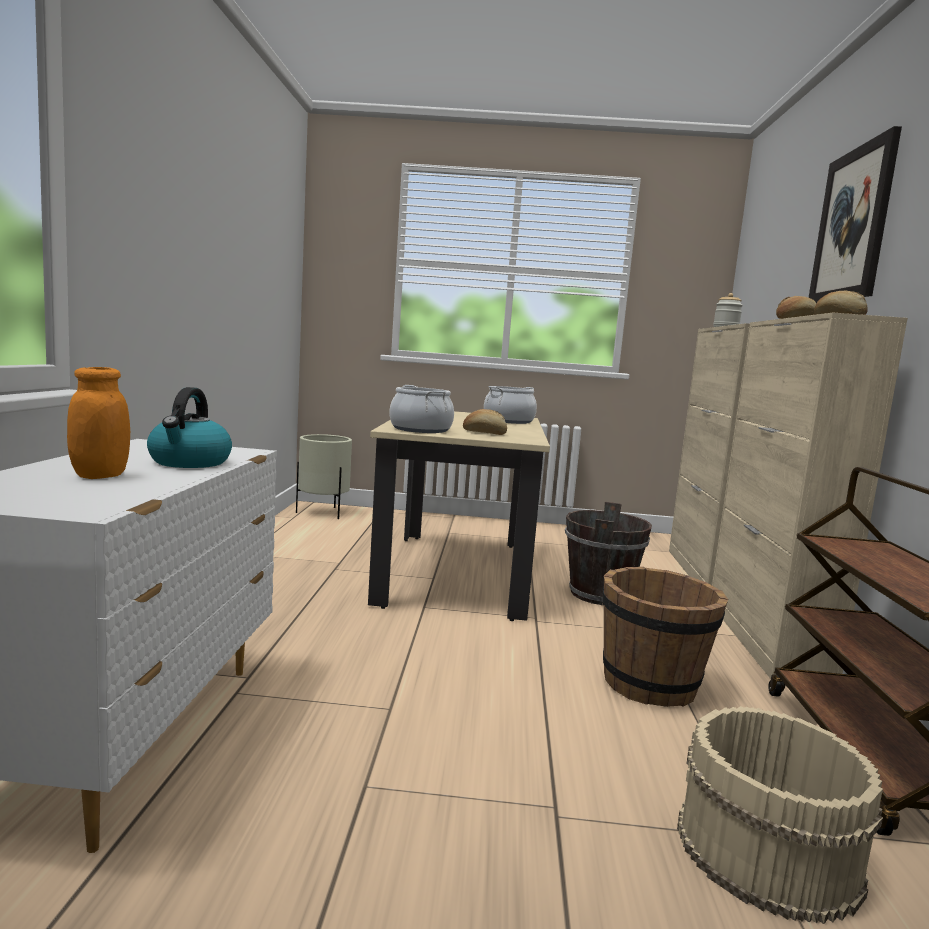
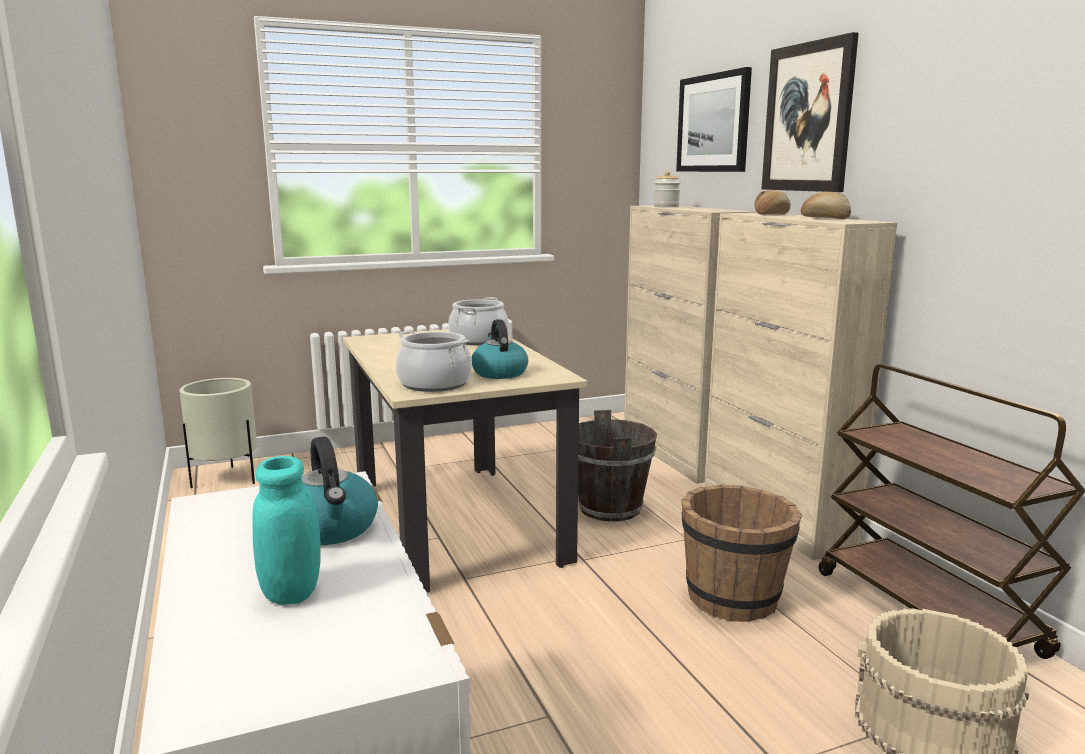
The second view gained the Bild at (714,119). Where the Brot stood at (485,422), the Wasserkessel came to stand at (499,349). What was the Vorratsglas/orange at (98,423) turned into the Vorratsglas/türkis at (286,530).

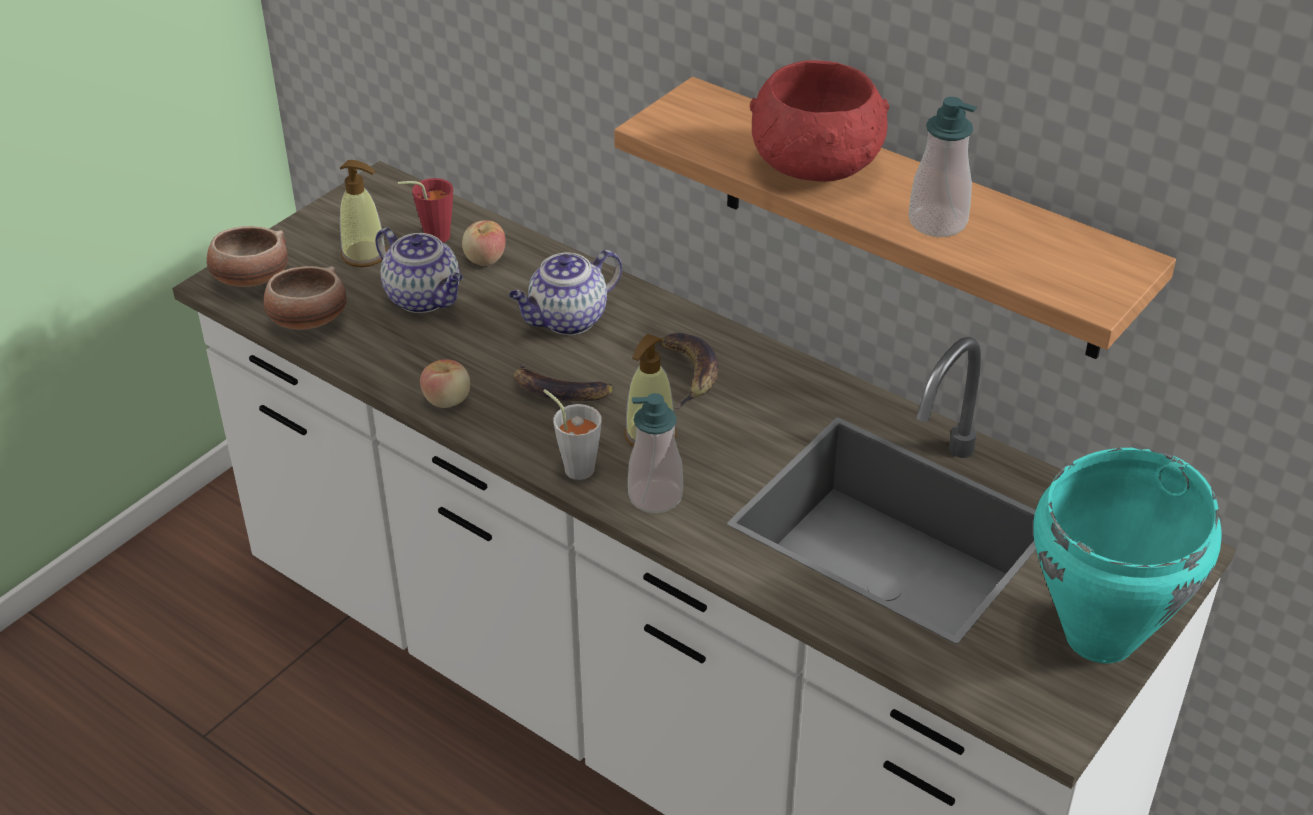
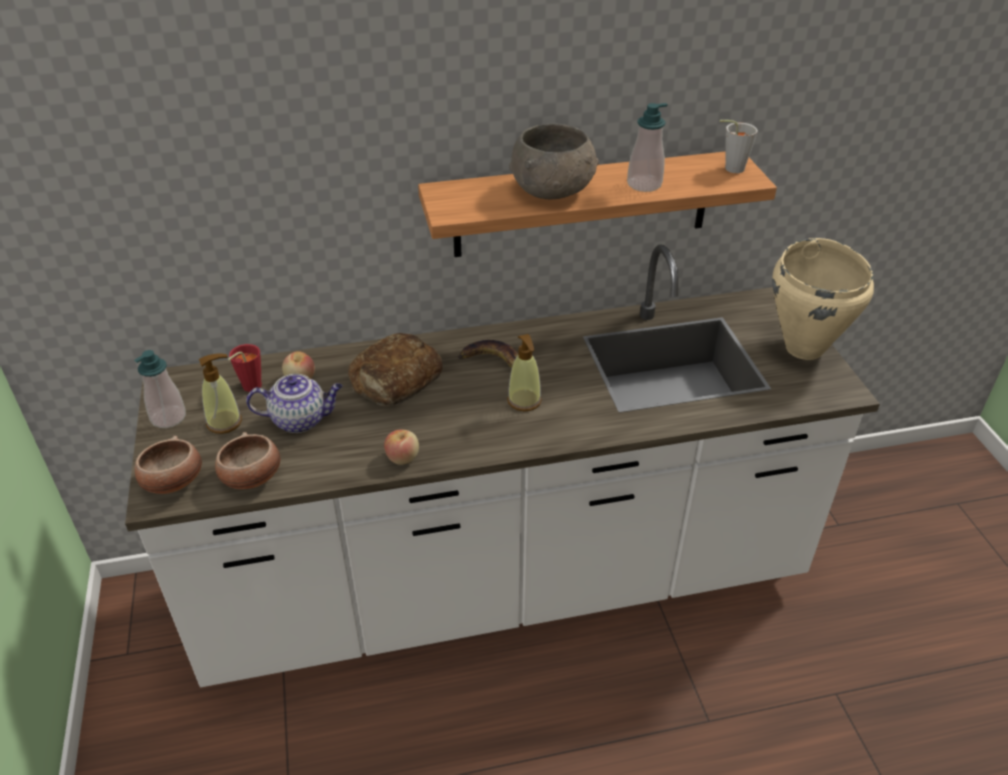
The second view lost the Banane at (563,381). The Tasse/grau ended up elsewhere, having gone from (572,434) to (739,146). The Seifenspender ended up elsewhere, having gone from (655,453) to (160,389). Where the Teekanne stood at (565,292), the Brot came to stand at (395,369). What was the Schüssel/rot at (819,121) turned into the Schüssel/grau at (554,162). What was the Kochtopf/türkis at (1127,556) turned into the Kochtopf/beige at (823,299).

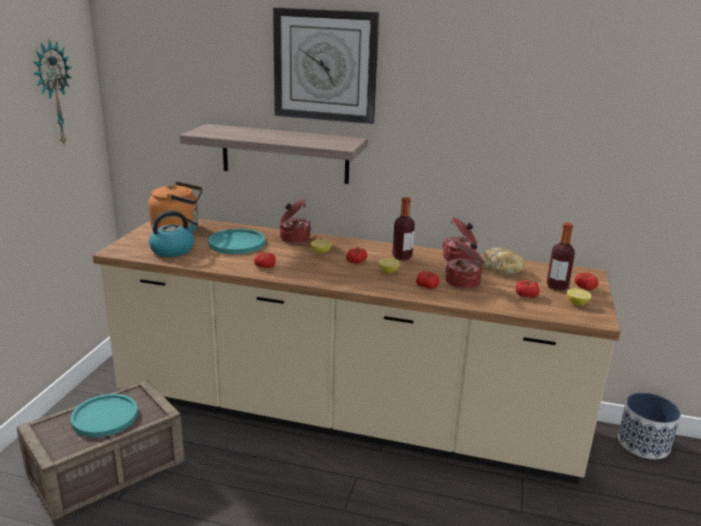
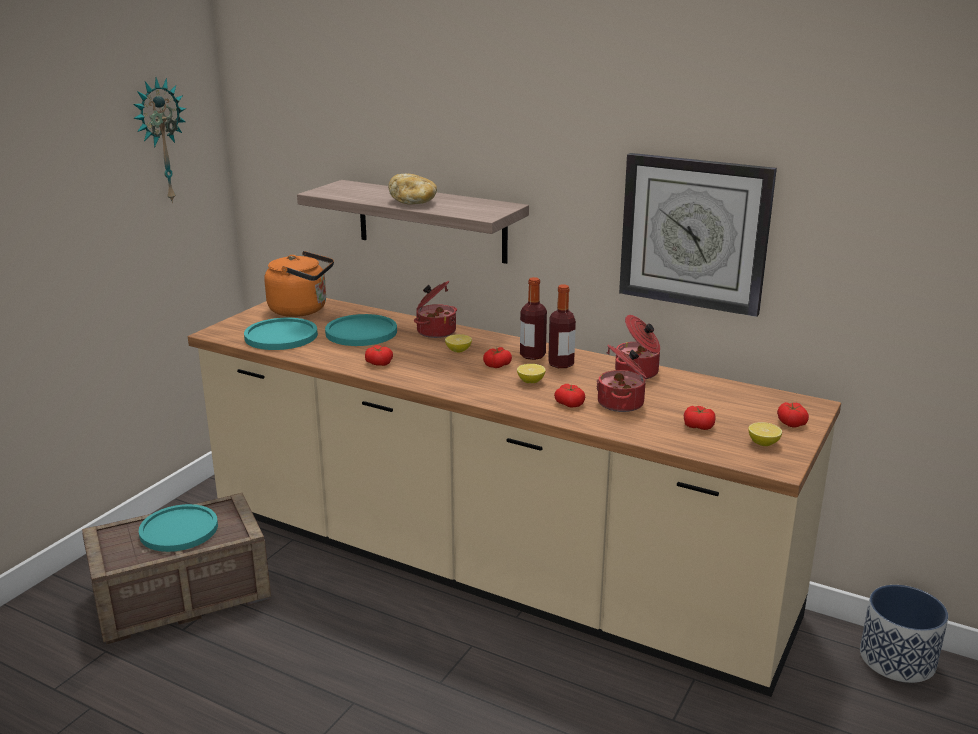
The Wanduhr ended up elsewhere, having gone from (326,65) to (698,235). The Brot ended up elsewhere, having gone from (504,261) to (412,189). The Flasche ended up elsewhere, having gone from (561,256) to (533,318). Where the Wasserkessel stood at (173,234), the Teller/türkis came to stand at (281,334).

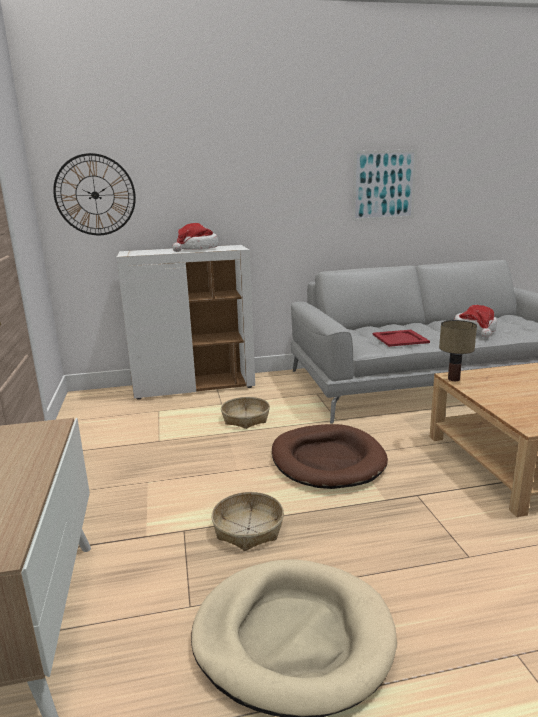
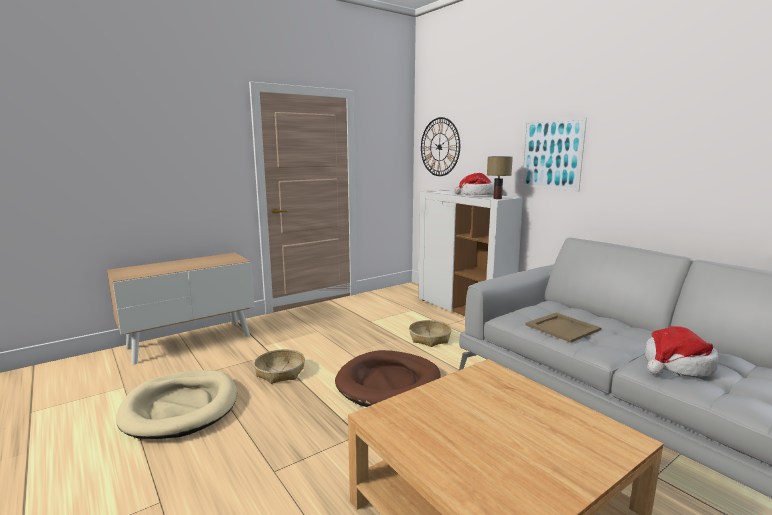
The Bild ended up elsewhere, having gone from (384,185) to (553,154). The Tischlampe ended up elsewhere, having gone from (458,350) to (500,177). What was the Tablett/rot at (401,338) turned into the Tablett/beige at (563,328).

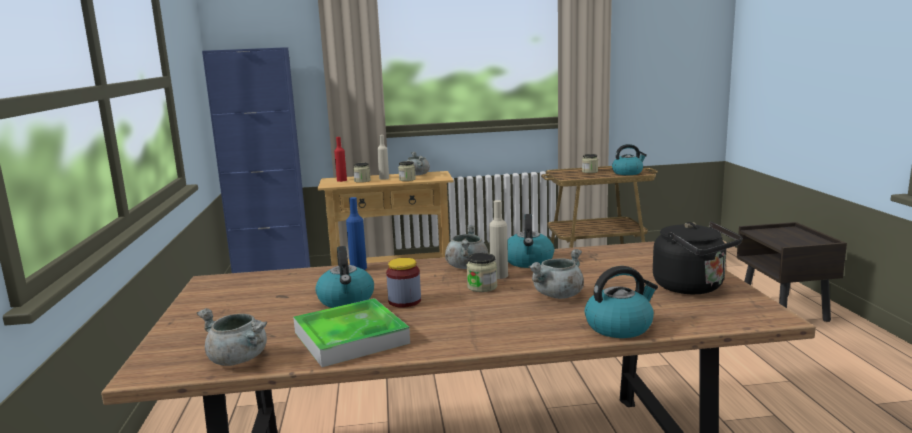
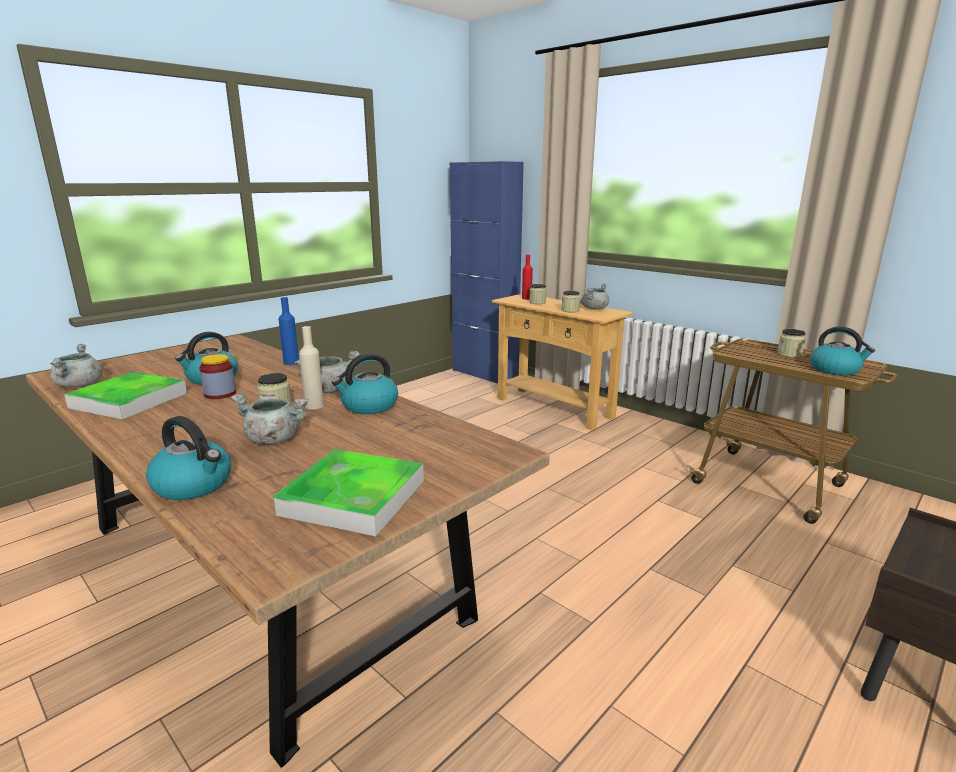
The second view lost the Flasche/beige at (383,157). Where the Wasserkessel/schwarz stood at (697,257), the Tablett came to stand at (348,492).

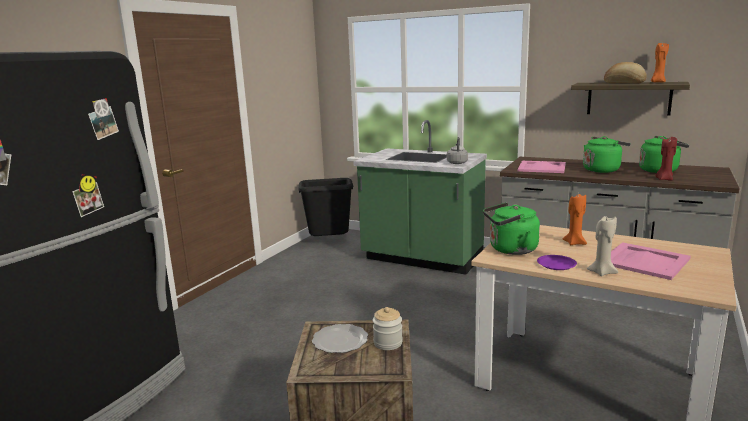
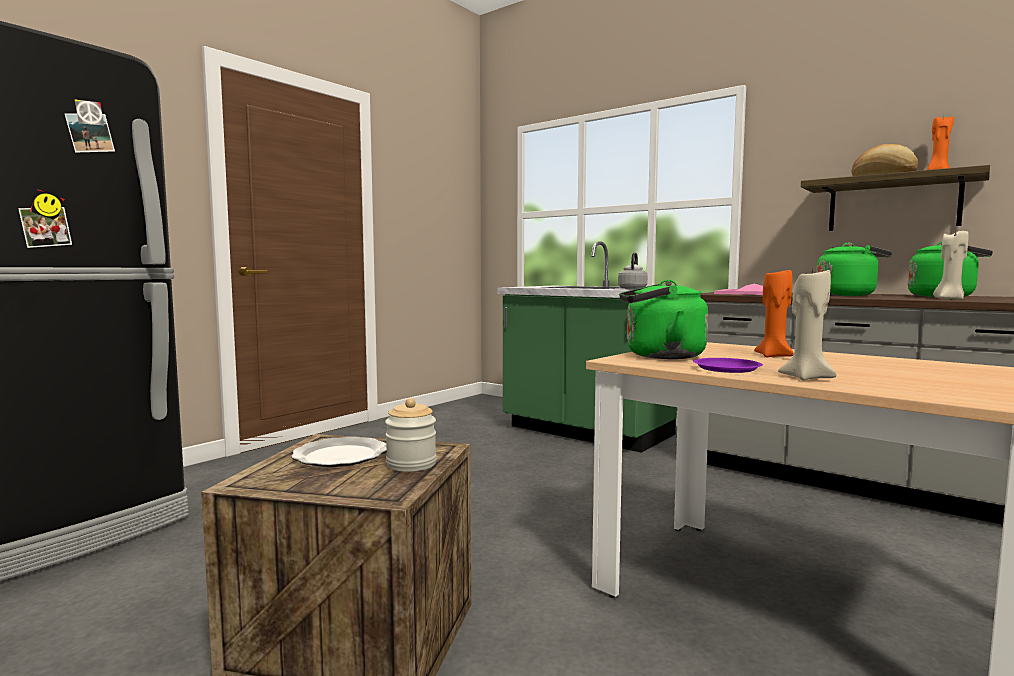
The second view lost the Mülleimer/schwarz at (325,207). The second view lost the Tablett/rosa at (651,261). What was the Kerze/rot at (666,159) turned into the Kerze/beige at (951,265).

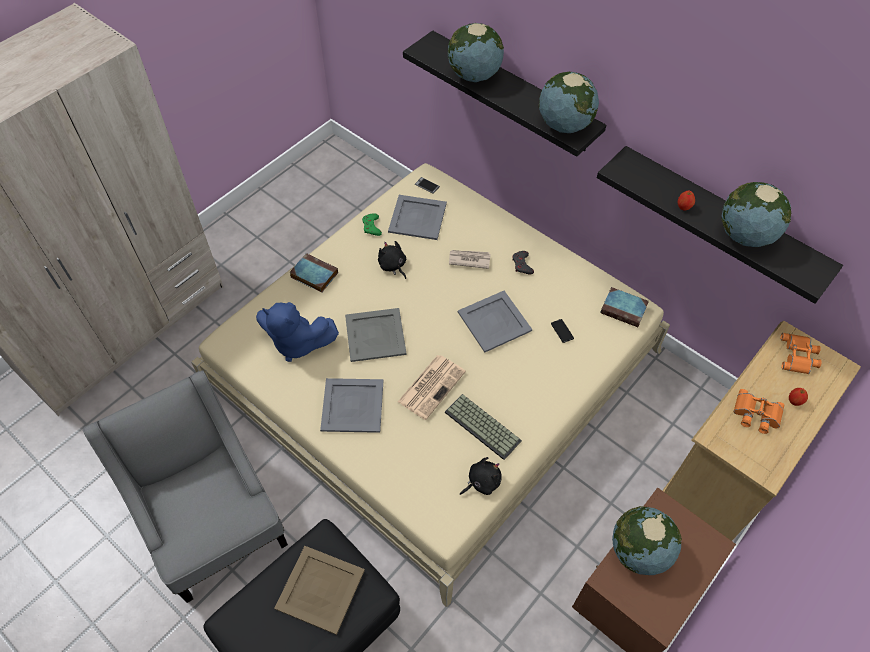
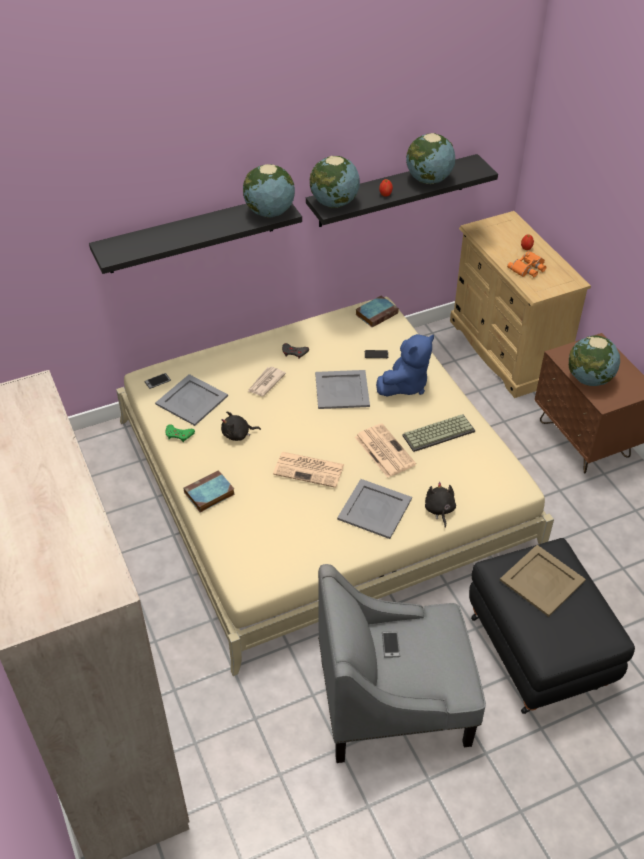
The second view lost the Fernglas/orange at (801,353). The second view gained the Handy at (391,644). The Plüschtier/blau ended up elsewhere, having gone from (297,332) to (405,365). The Globus ended up elsewhere, having gone from (476,52) to (335,182). The Plüschtier/schwarz ended up elsewhere, having gone from (481,476) to (440,505). Where the Tablett/grau stood at (376,335), the Zeitung came to stand at (308,470).

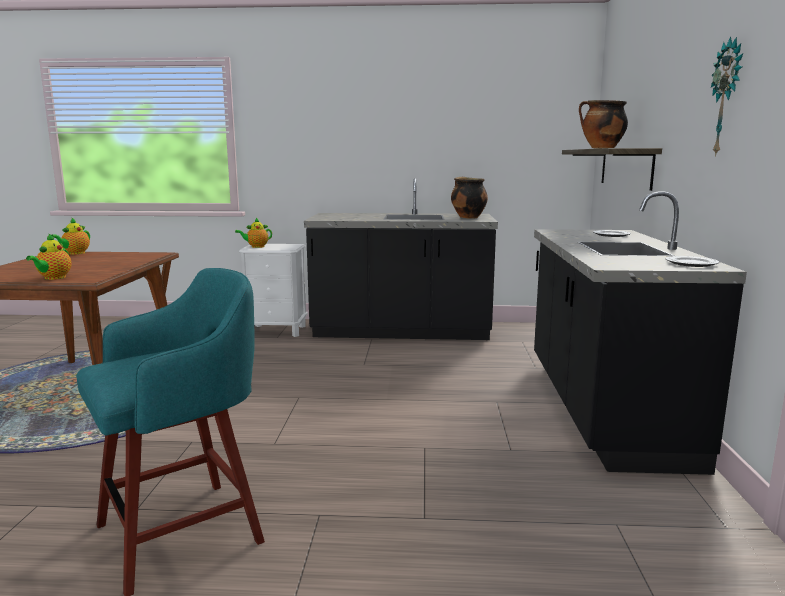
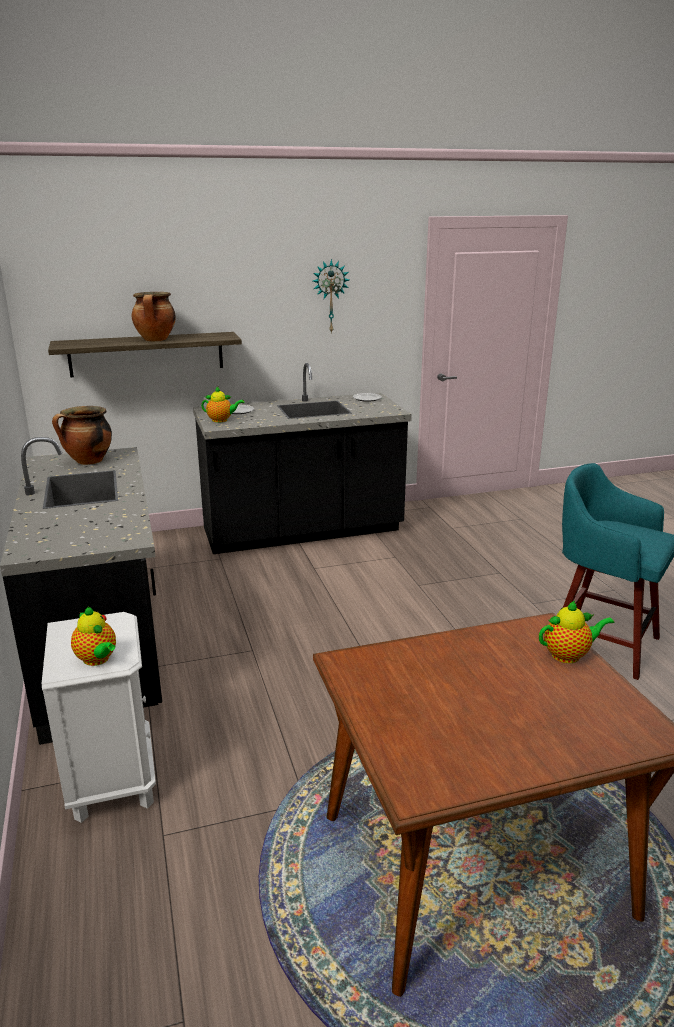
The Teekanne ended up elsewhere, having gone from (71,235) to (222,404).

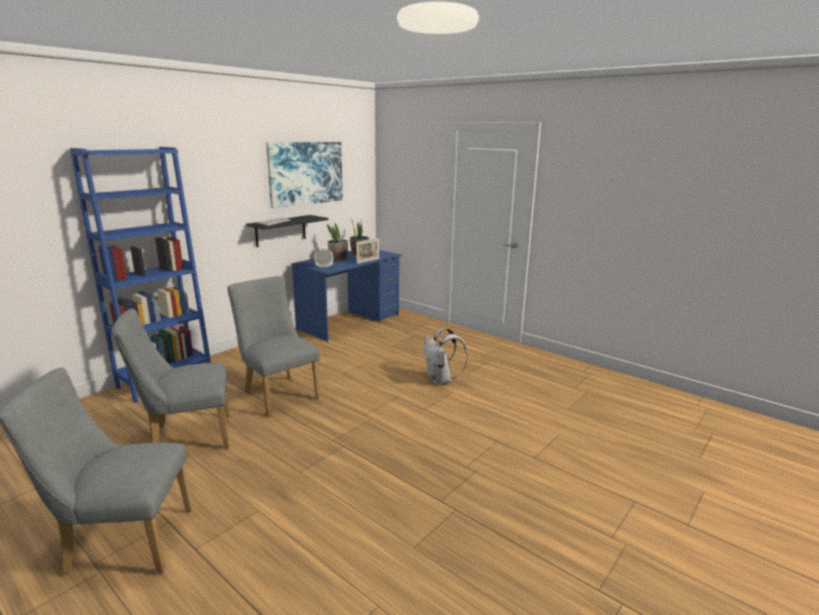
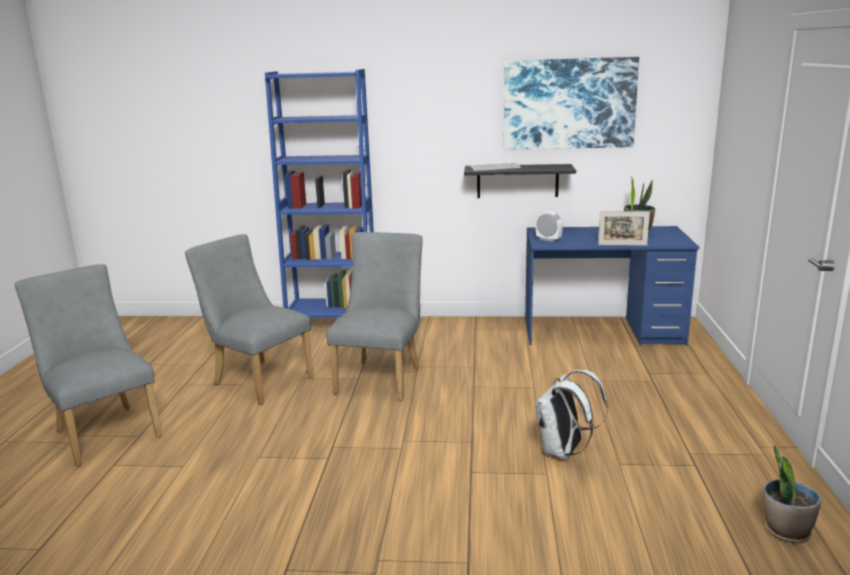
The Topfpflanze ended up elsewhere, having gone from (337,241) to (792,493).

